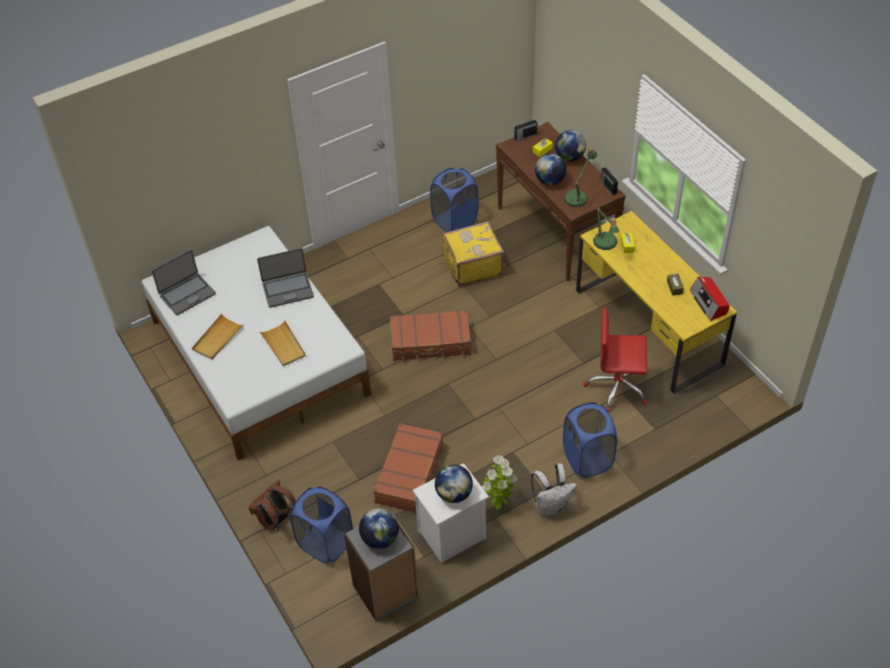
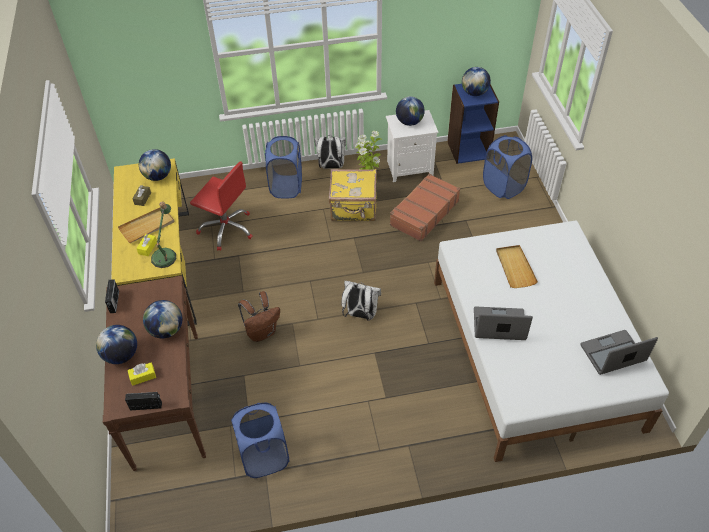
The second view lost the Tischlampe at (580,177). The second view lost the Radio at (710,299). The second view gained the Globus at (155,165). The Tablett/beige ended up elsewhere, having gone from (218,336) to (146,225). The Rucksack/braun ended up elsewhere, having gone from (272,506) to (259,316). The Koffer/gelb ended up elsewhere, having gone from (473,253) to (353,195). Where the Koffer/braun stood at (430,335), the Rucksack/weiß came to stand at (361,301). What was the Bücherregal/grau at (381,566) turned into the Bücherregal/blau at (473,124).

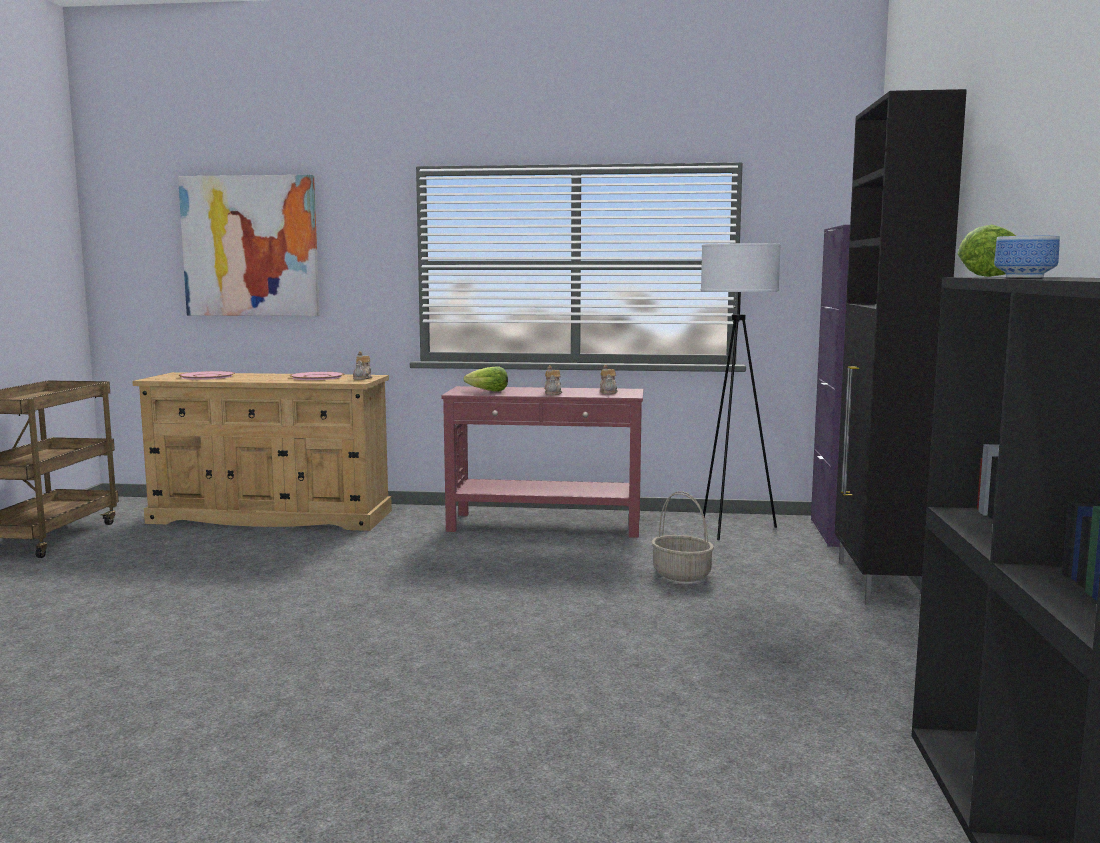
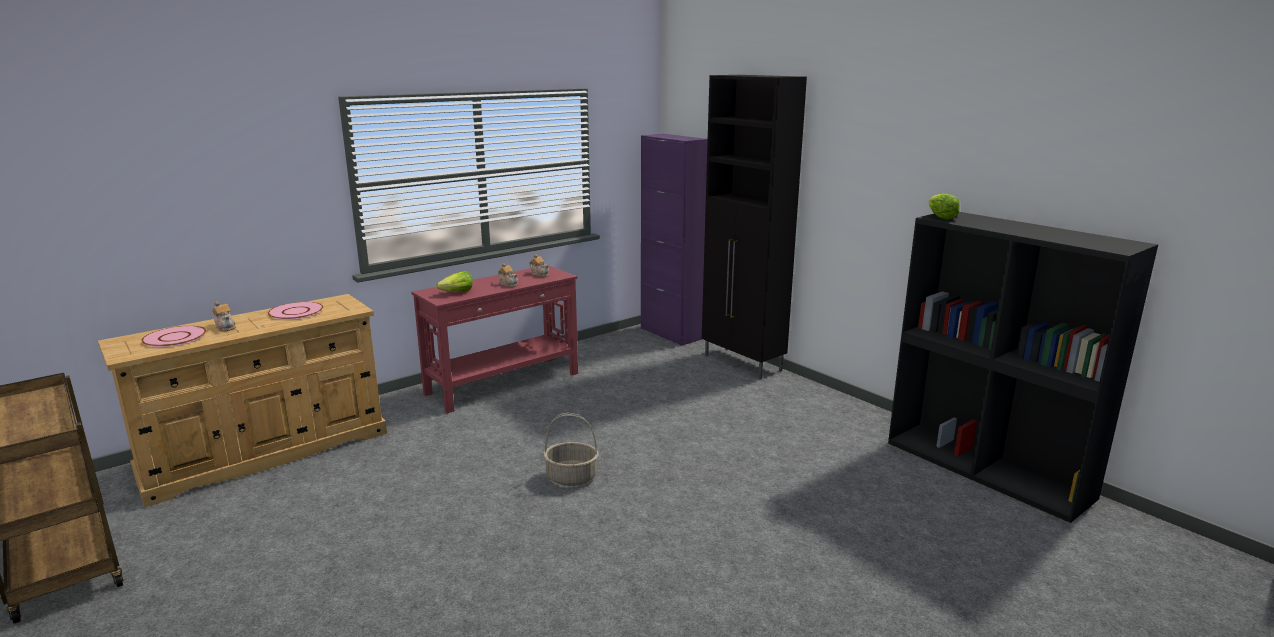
The second view lost the Bild at (249,245). The second view lost the Stehlampe/weiß at (740,391). The second view lost the Schüssel at (1027,257). The Teekanne ended up elsewhere, having gone from (362,365) to (224,316). The Korb ended up elsewhere, having gone from (682,536) to (571,449).

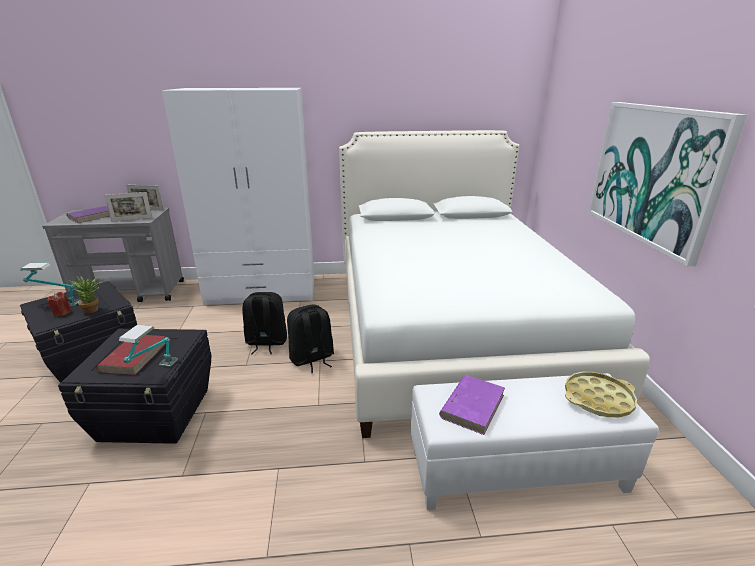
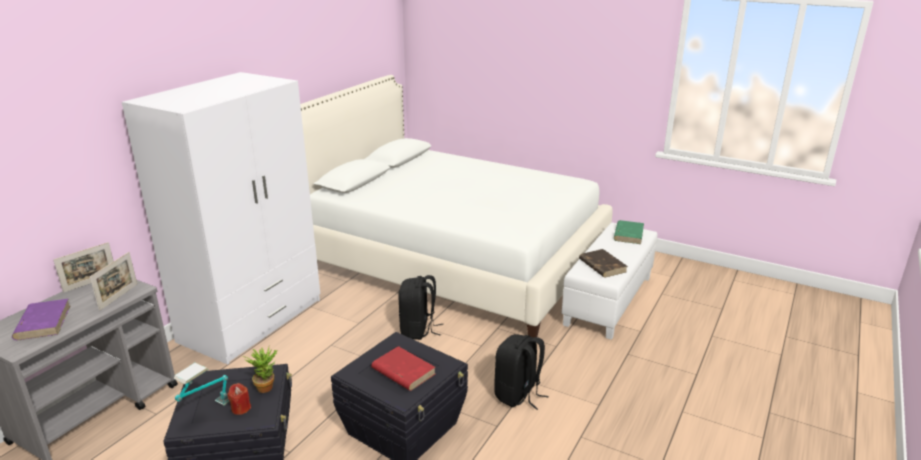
The second view lost the Tischlampe at (148,345). The second view lost the Bild at (667,184). The Rucksack/schwarz ended up elsewhere, having gone from (264,323) to (521,372). Where the Tablett/gelb stood at (601,394), the Buch/grün came to stand at (629,232). What was the Buch/lila at (472,405) turned into the Buch/braun at (603,263).

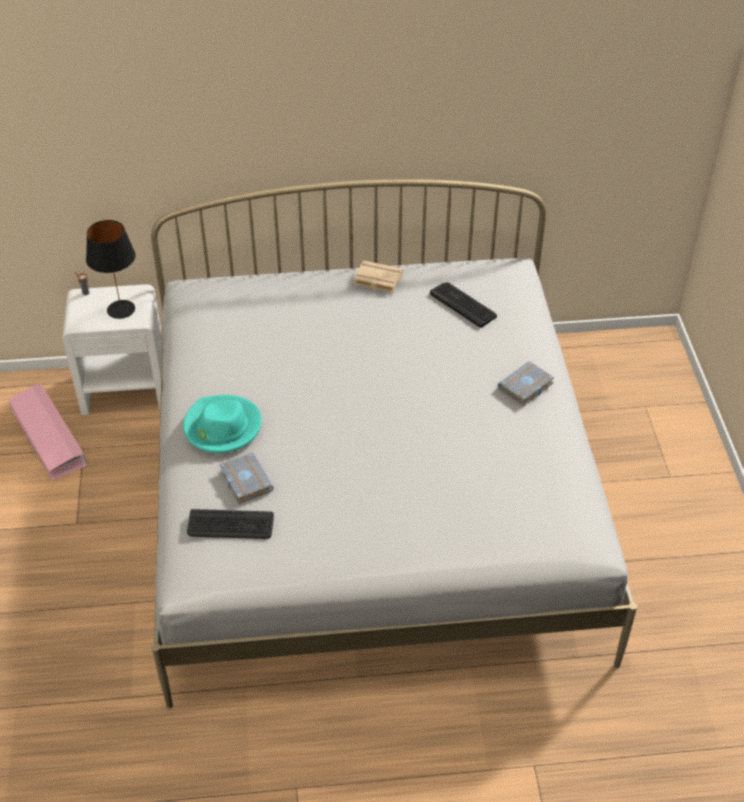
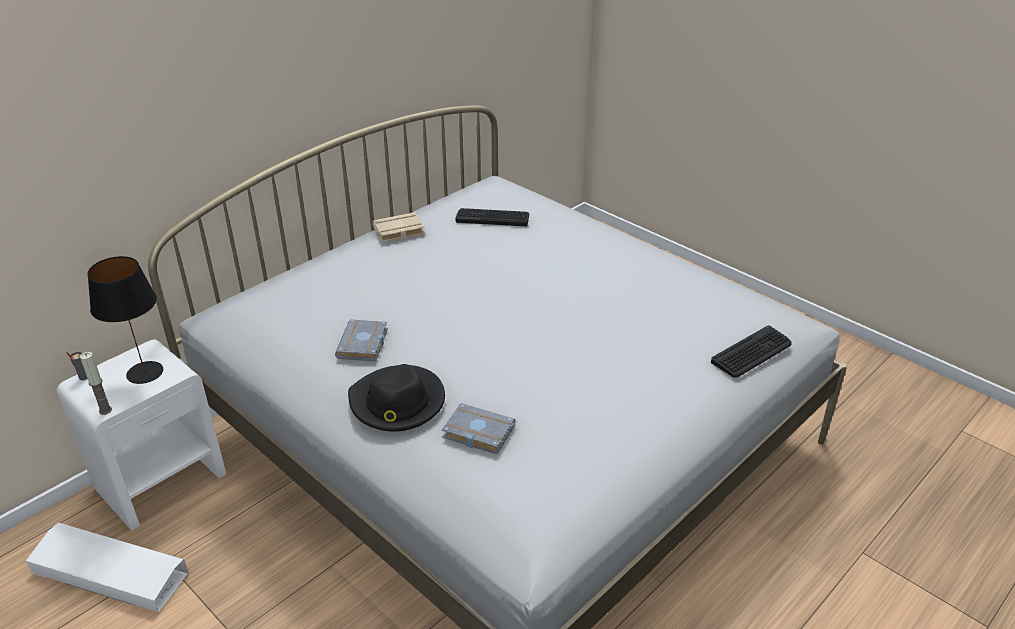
The second view gained the Kerze at (96,383). The Tastatur ended up elsewhere, having gone from (230,524) to (751,351). The Buch/grau ended up elsewhere, having gone from (525,383) to (361,340). What was the Aufbewahrungsbox/rosa at (47,432) turned into the Aufbewahrungsbox/weiß at (107,567). What was the Hut/türkis at (222,424) turned into the Hut/schwarz at (396,398).

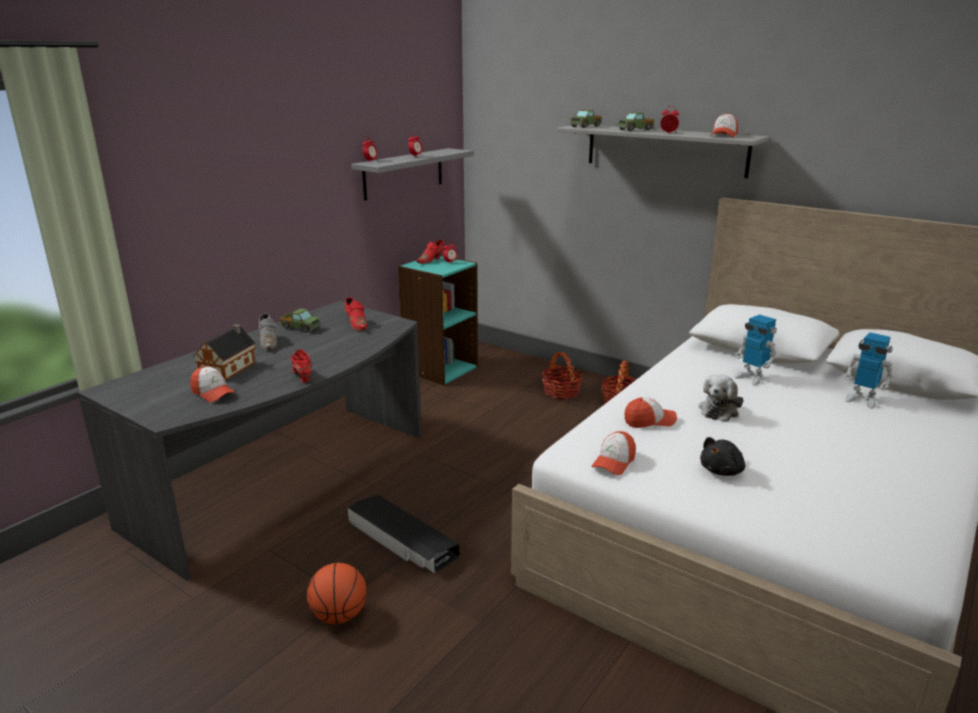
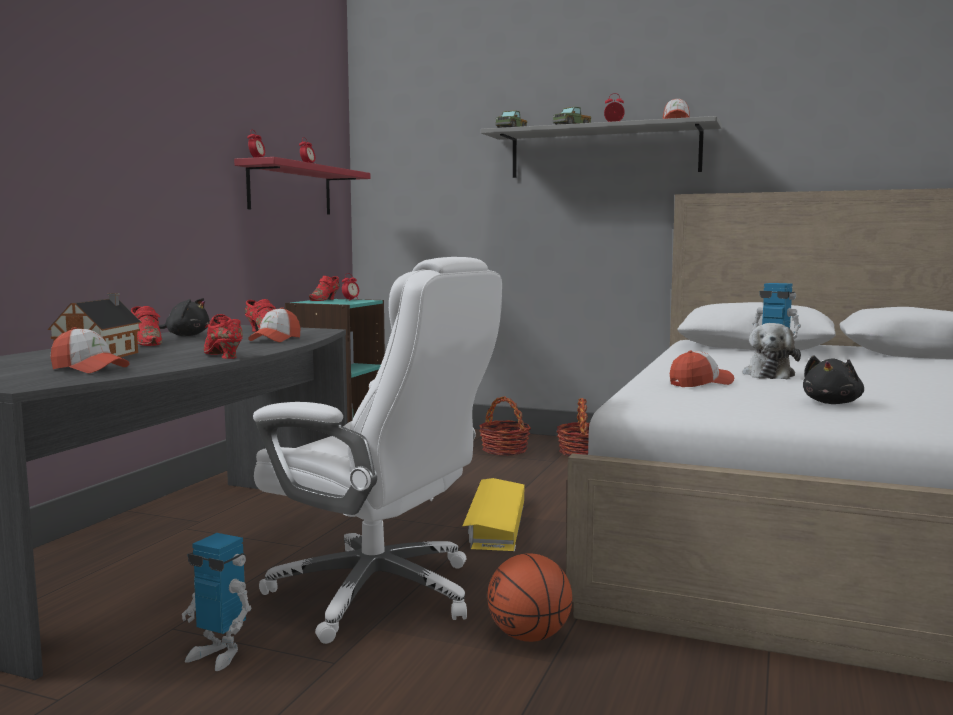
The second view gained the Aufbewahrungsbox/gelb at (493,514). The Basketball ended up elsewhere, having gone from (337,593) to (529,597). The Kappe ended up elsewhere, having gone from (613,453) to (274,324). The Spielzeugroboter ended up elsewhere, having gone from (868,370) to (216,602). Where the Spielzeuglaster stood at (300,320), the Plüschtier/schwarz came to stand at (184,317). Where the Aufbewahrungsbox/schwarz stood at (404,534), the Bürostuhl/weiß came to stand at (377,450). What was the Schuh/grau at (268,331) turned into the Schuh/rot at (146,326). What was the Wandregal/grau at (412,174) turned into the Wandregal/rot at (302,186).

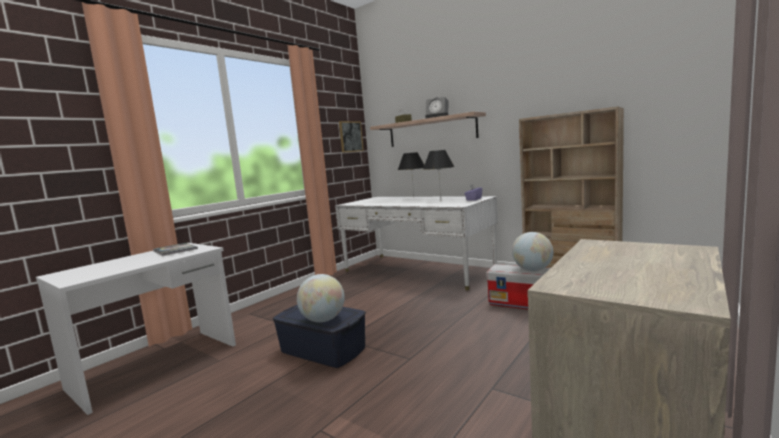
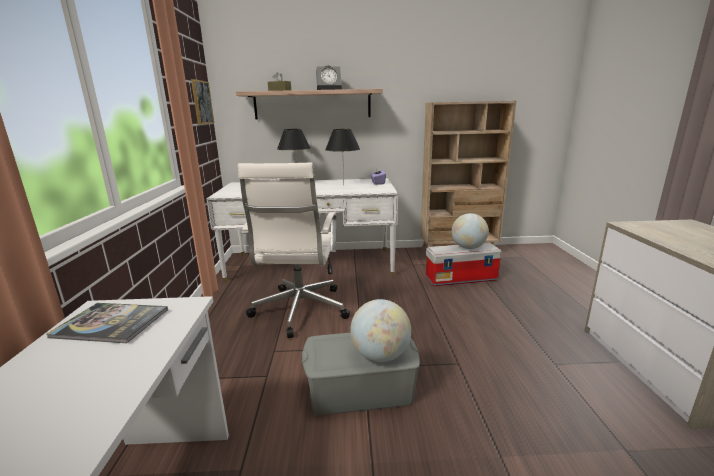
The second view gained the Bürostuhl/weiß at (294,250). What was the Aufbewahrungsbox/blau at (319,336) turned into the Aufbewahrungsbox/grau at (361,374).

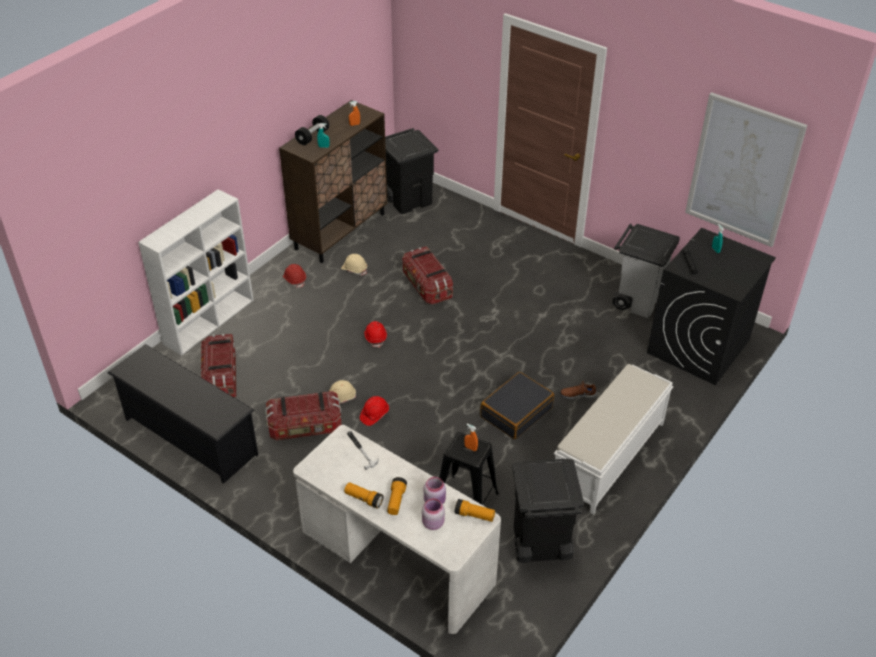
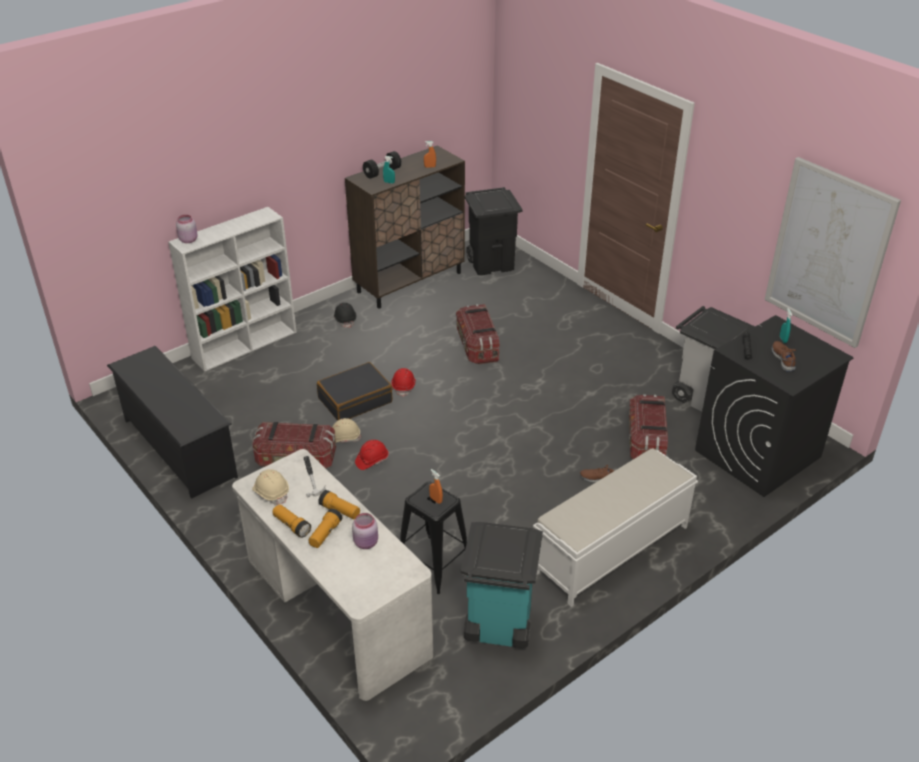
The second view gained the Schuh/braun at (784,356). The Aufbewahrungsbox ended up elsewhere, having gone from (218,365) to (648,426). The Schutzhelm/beige ended up elsewhere, having gone from (354,265) to (270,487). The Vorratsglas/rosa ended up elsewhere, having gone from (433,514) to (186,229). The Taschenlampe ended up elsewhere, having gone from (475,510) to (339,504). The Koffer/schwarz ended up elsewhere, having gone from (517,405) to (354,391). What was the Schutzhelm/rot at (294,276) turned into the Schutzhelm/schwarz at (345,315). What was the Mülleimer/schwarz at (548,511) turned into the Mülleimer/türkis at (502,585).

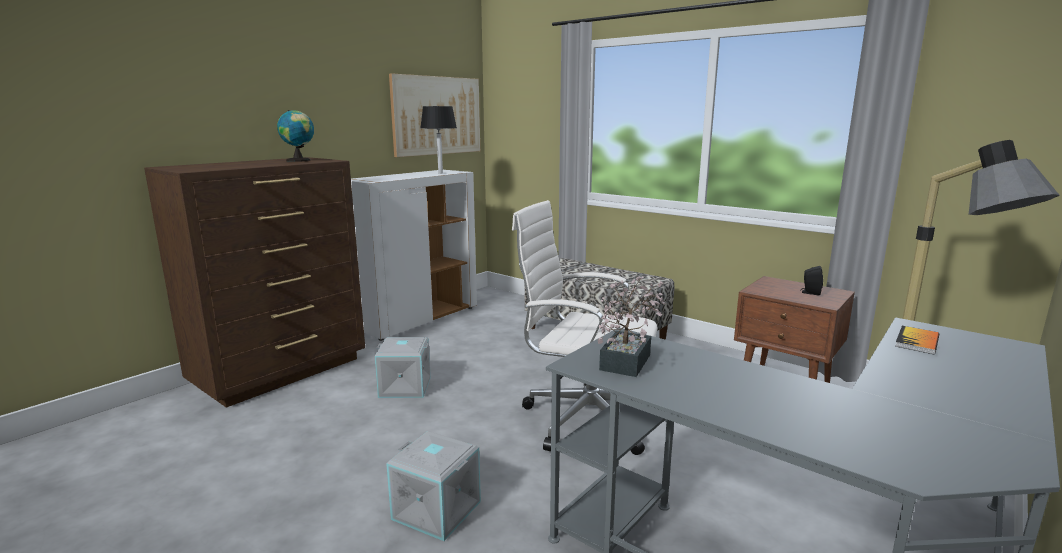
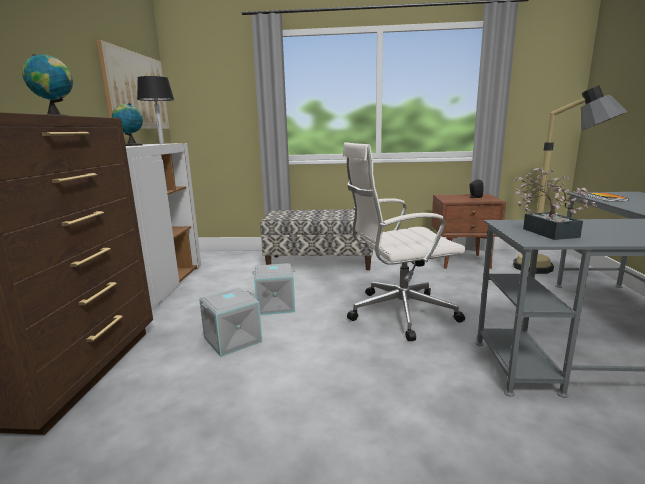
The second view gained the Globus at (127,124). The Aufbewahrungsbox/grau ended up elsewhere, having gone from (433,486) to (273,289).

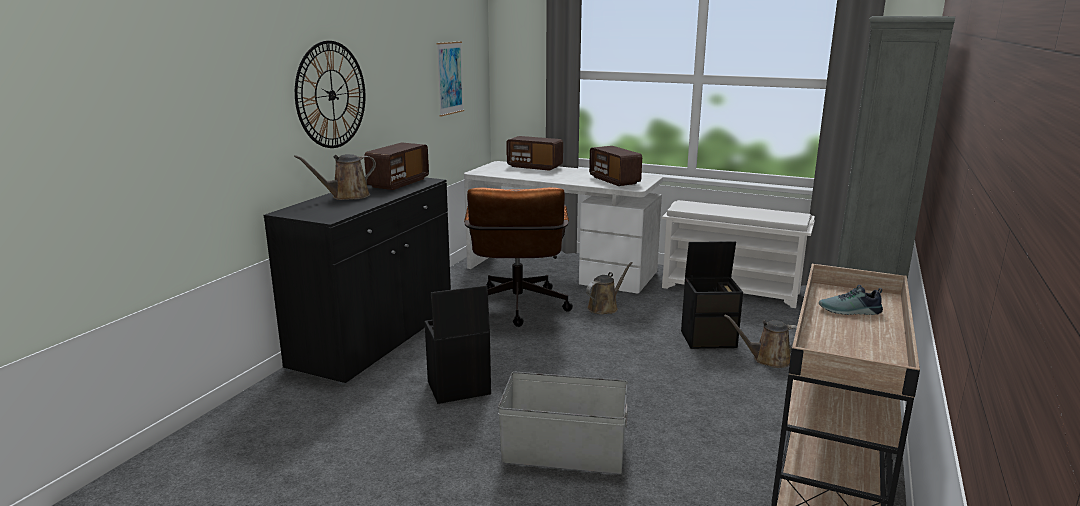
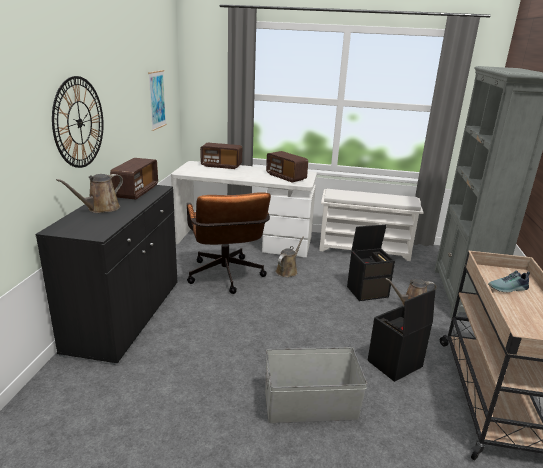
The Aufbewahrungsbox/schwarz ended up elsewhere, having gone from (458,344) to (402,335).

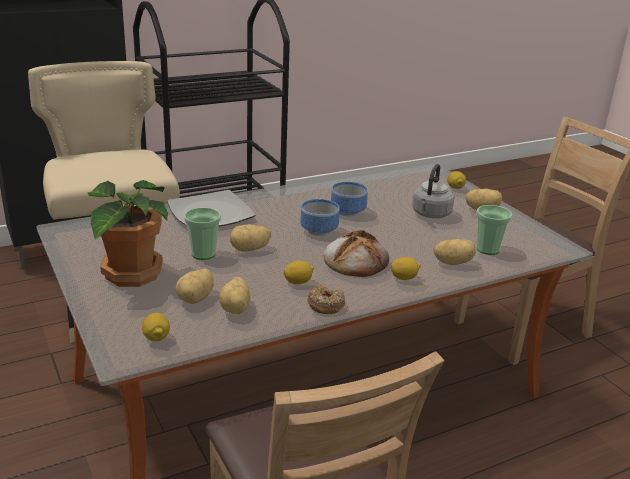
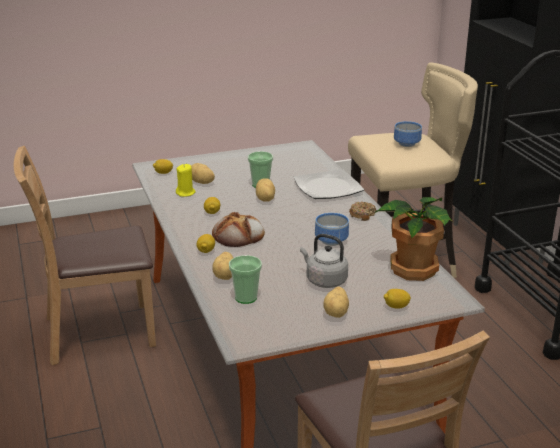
The Topfpflanze ended up elsewhere, having gone from (127,233) to (413,239). The Schüssel ended up elsewhere, having gone from (319,217) to (408,134). The Donut ended up elsewhere, having gone from (326,299) to (362,211). Where the Kartoffel stood at (235,295), the Kerze/gelb came to stand at (186,180).

